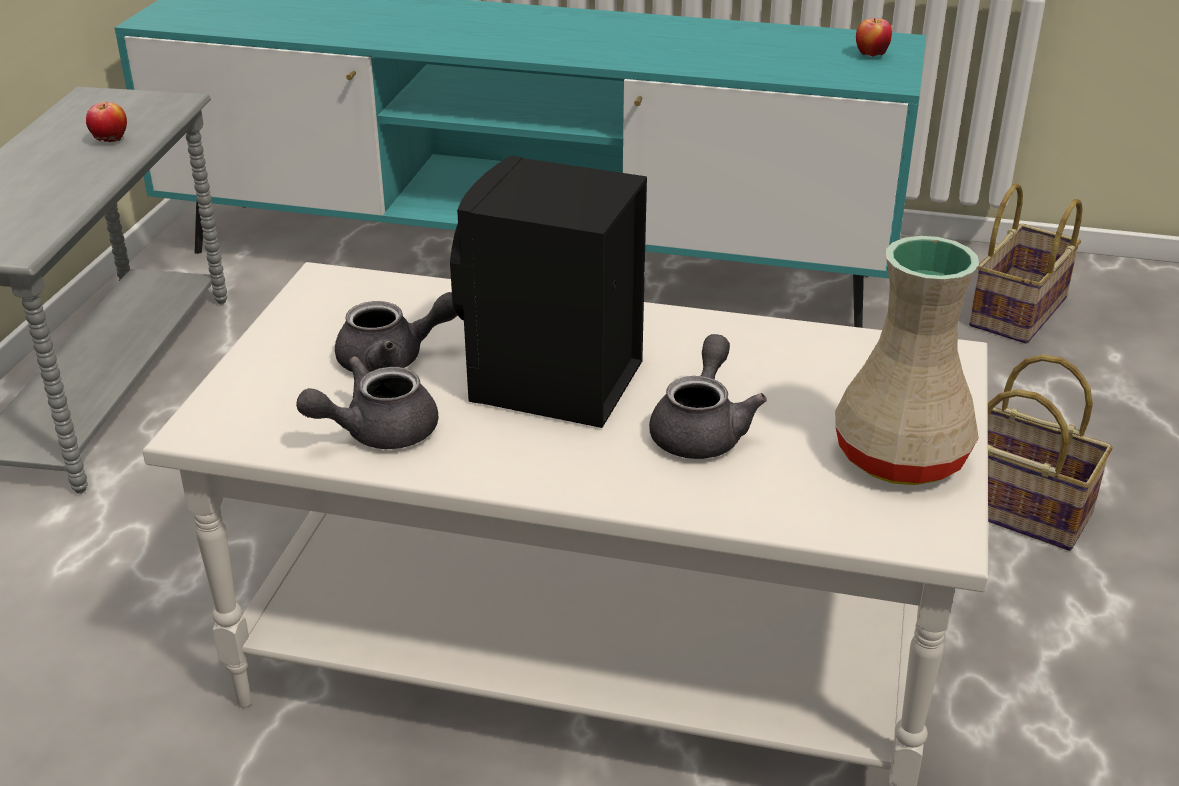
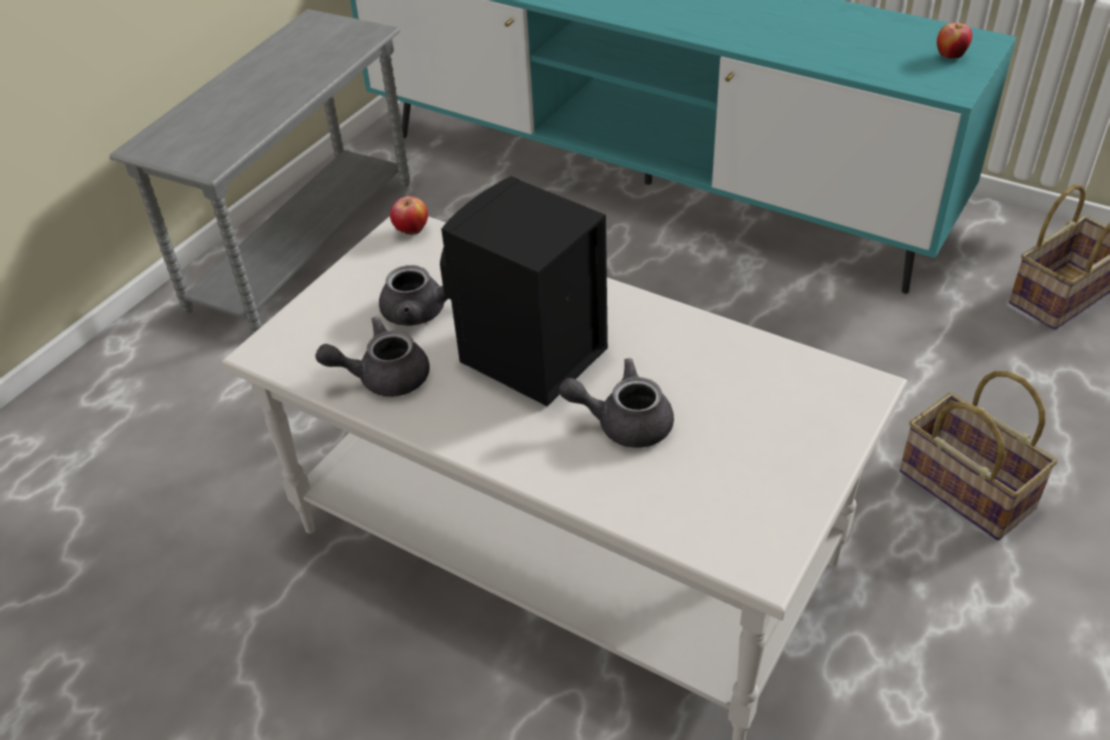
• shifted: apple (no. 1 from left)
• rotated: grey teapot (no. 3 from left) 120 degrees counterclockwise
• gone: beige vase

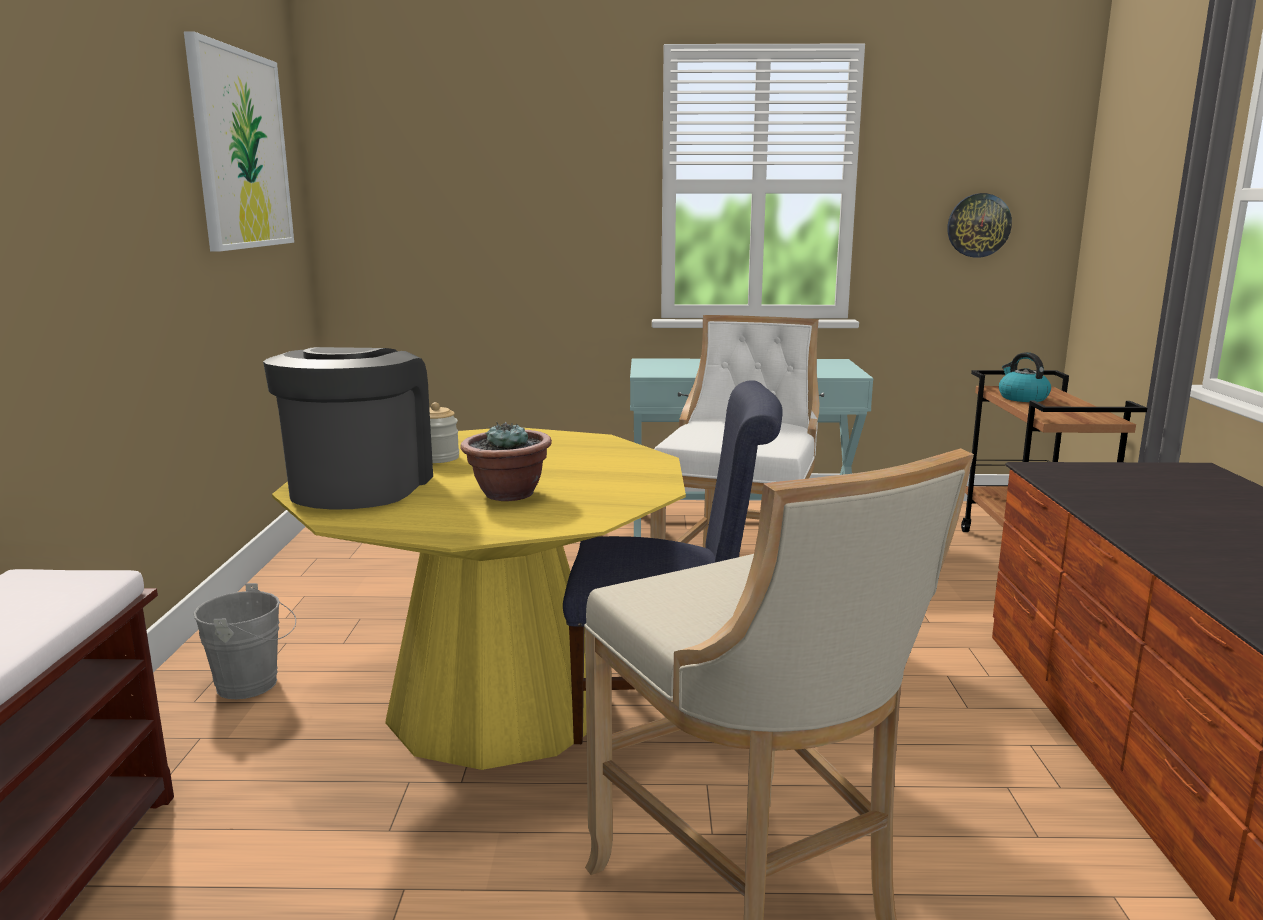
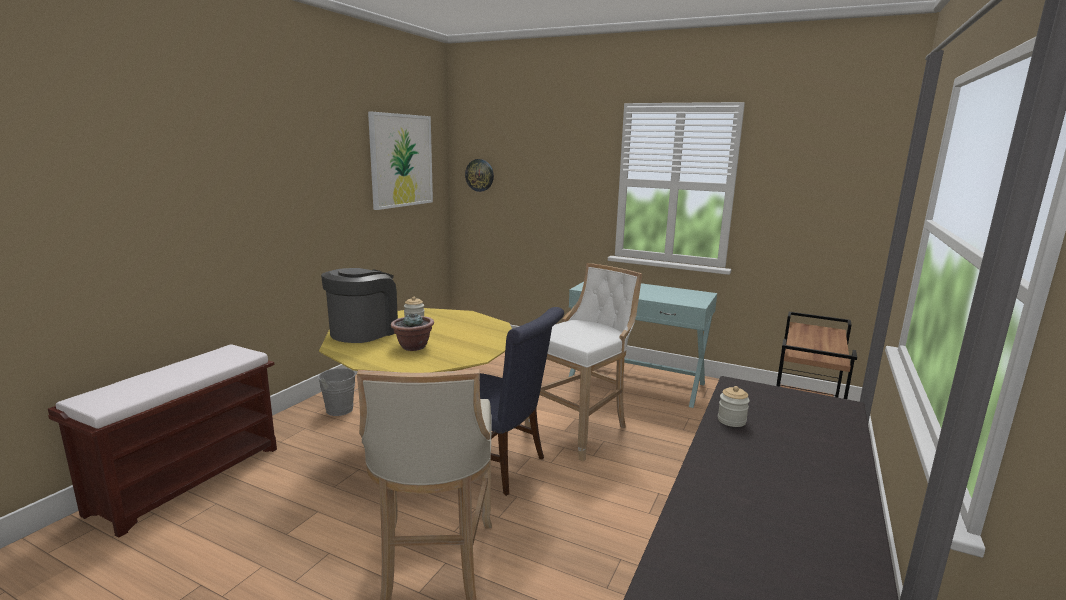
• shifted: wall clock
• new: jar (no. 2 from left)
• gone: kettle

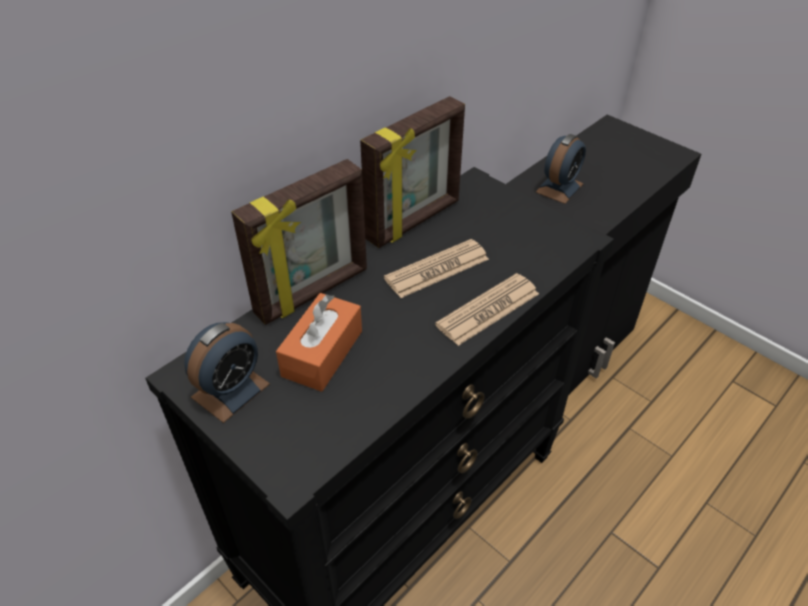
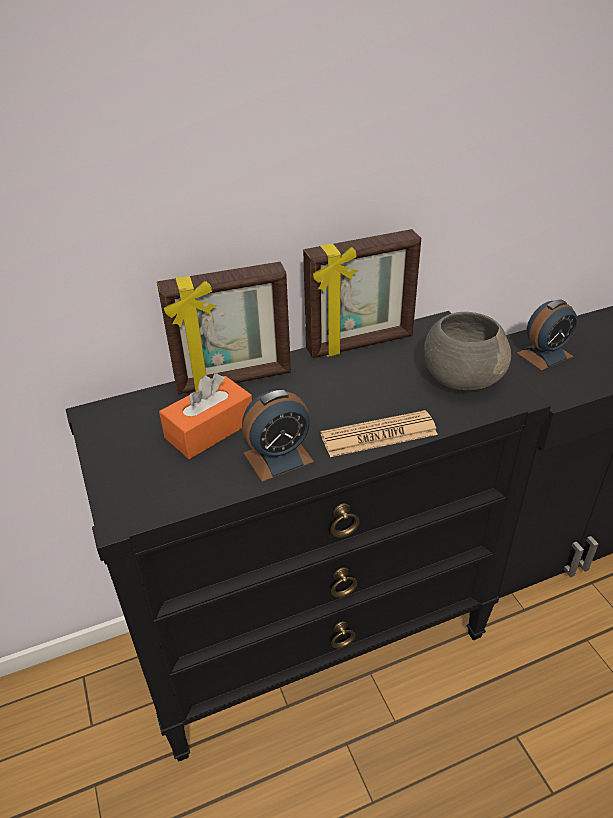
• shifted: alarm clock (no. 1 from left)
• new: grey bowl
• gone: newspaper (no. 1 from left)

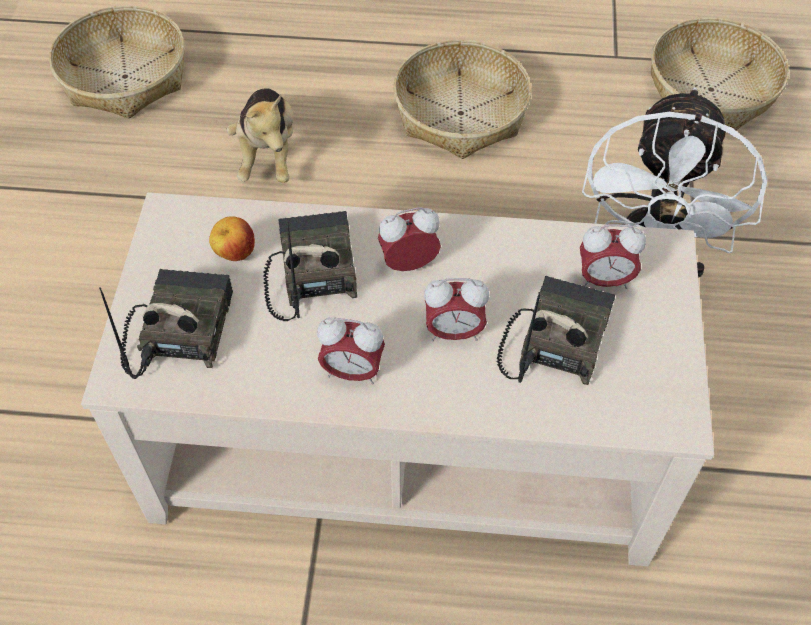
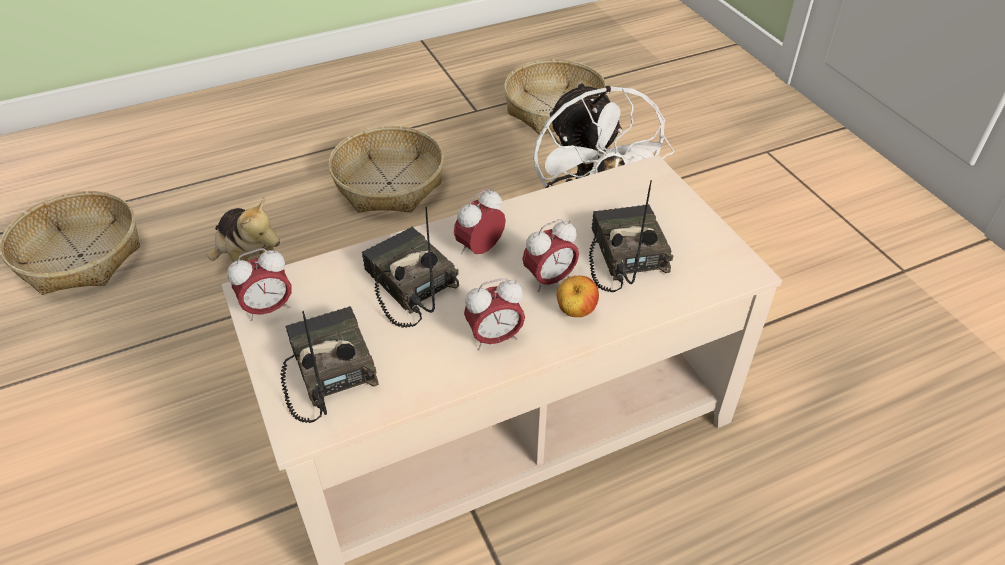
• shifted: alarm clock (no. 4 from left in the first image) to alarm clock (no. 1 from left)
• shifted: apple

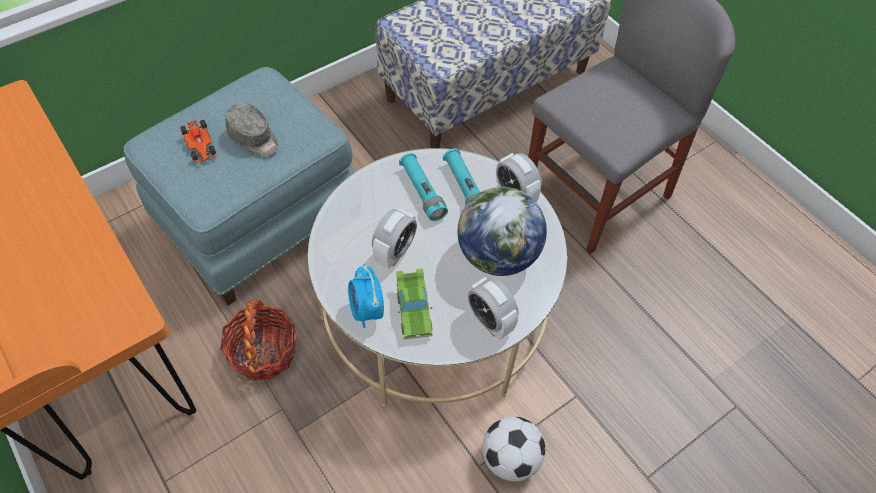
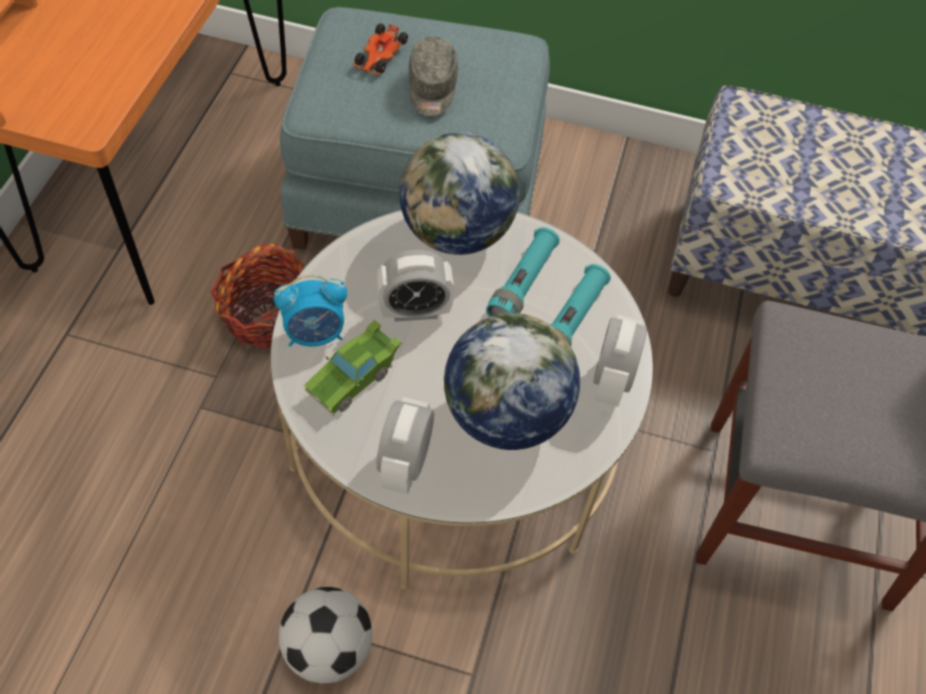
• rotated: alarm clock (no. 1 from left) 135 degrees counterclockwise
• new: globe (no. 1 from left)

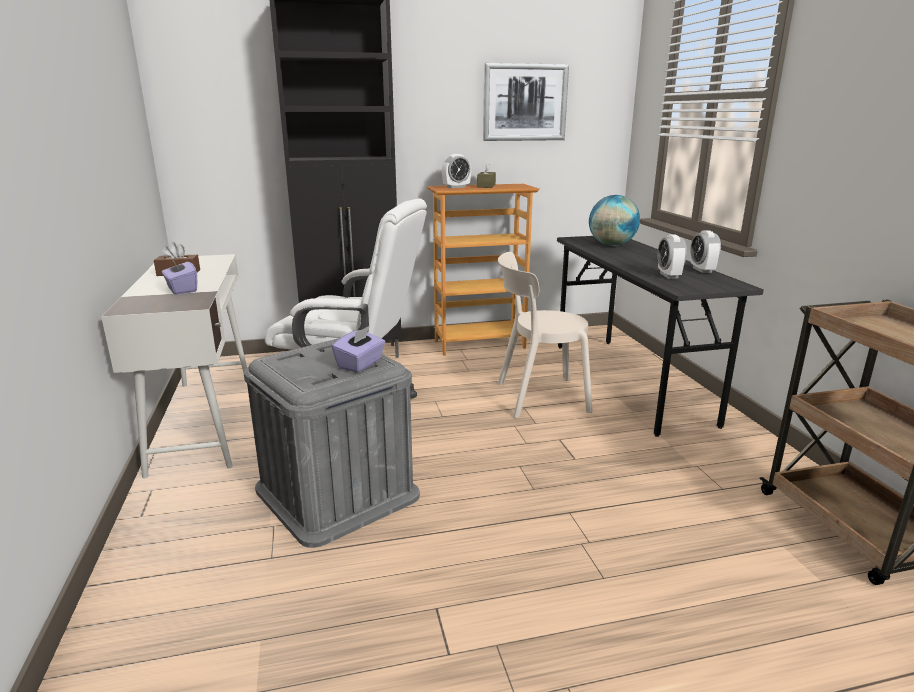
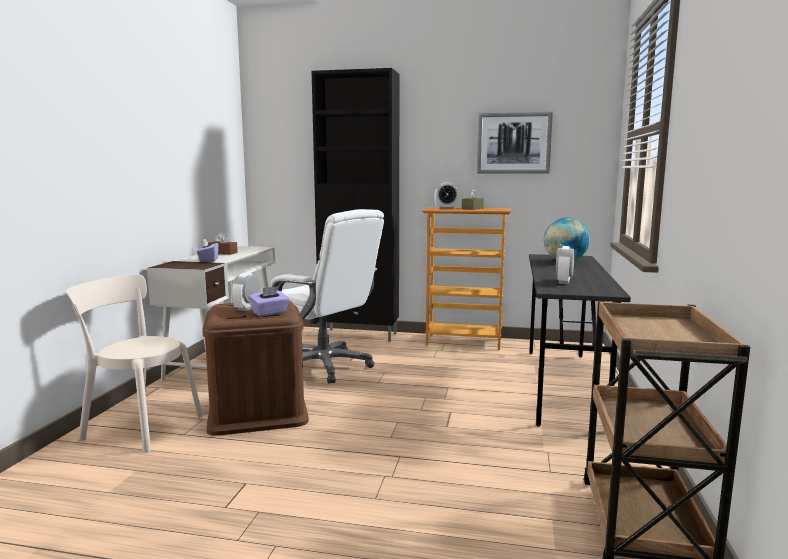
• shifted: beige chair
• repainted: grey storage box to brown storage box
• shifted: alarm clock (no. 3 from left in the first image) to alarm clock (no. 1 from left)

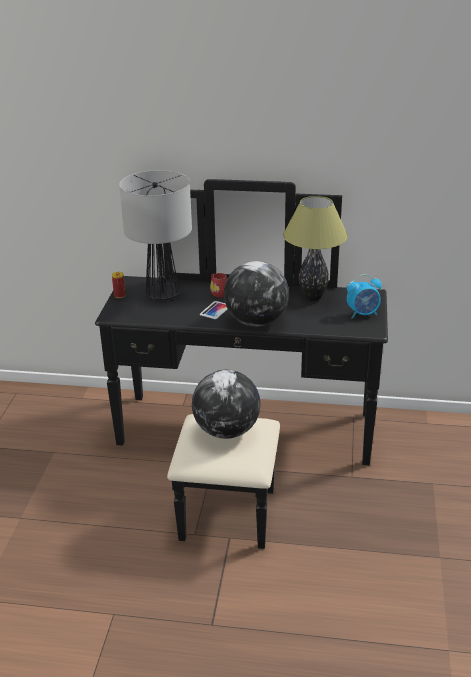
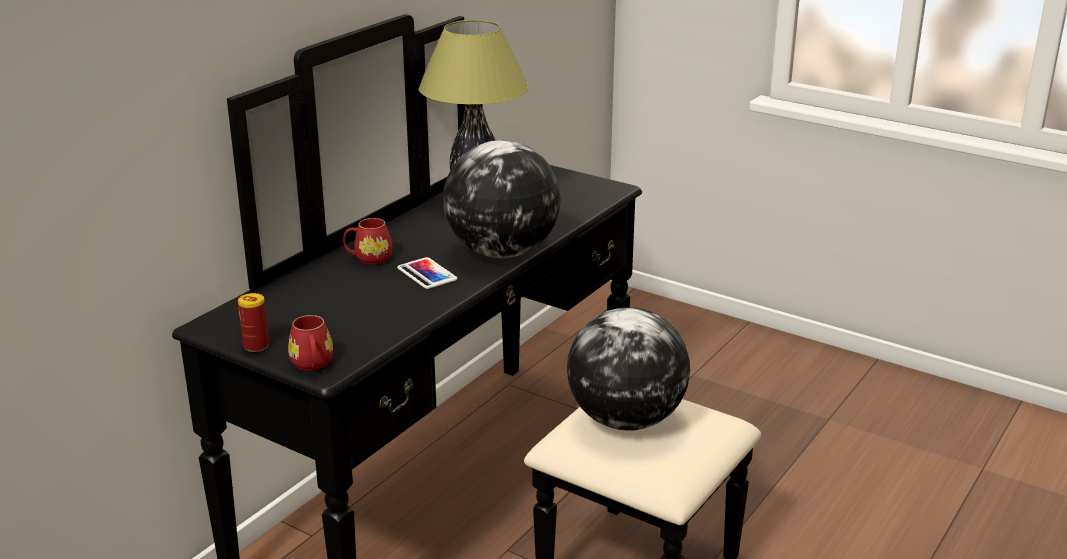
• new: red mug (no. 1 from left)
• gone: table lamp (no. 1 from left)
• gone: alarm clock

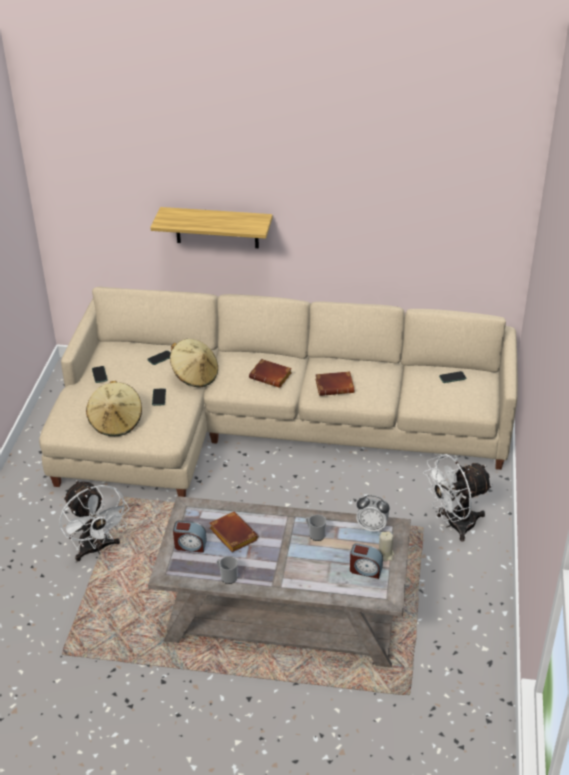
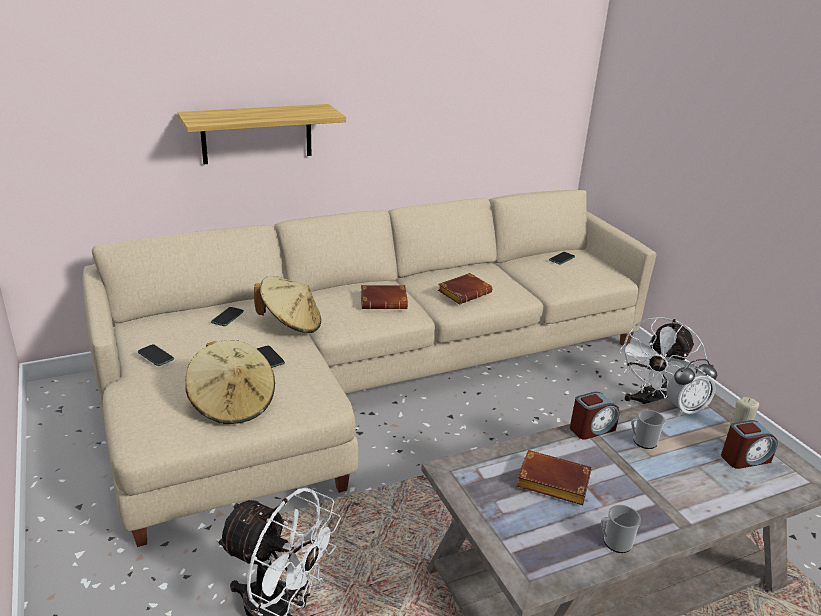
• shifted: alarm clock (no. 1 from left)

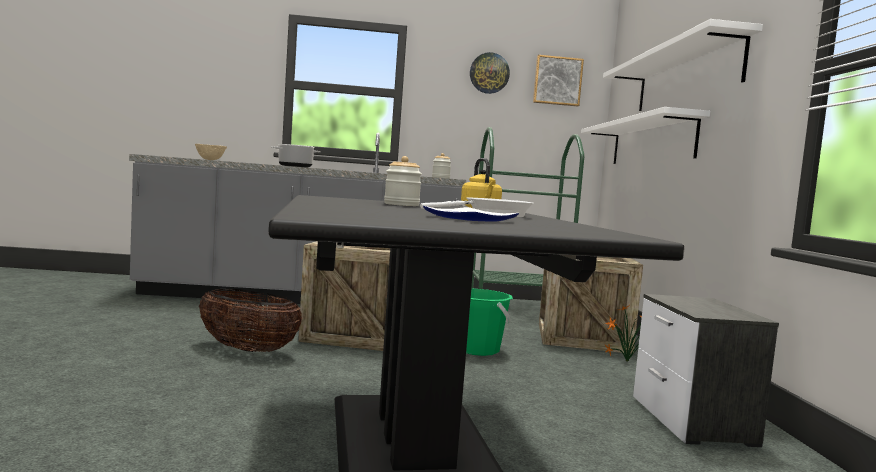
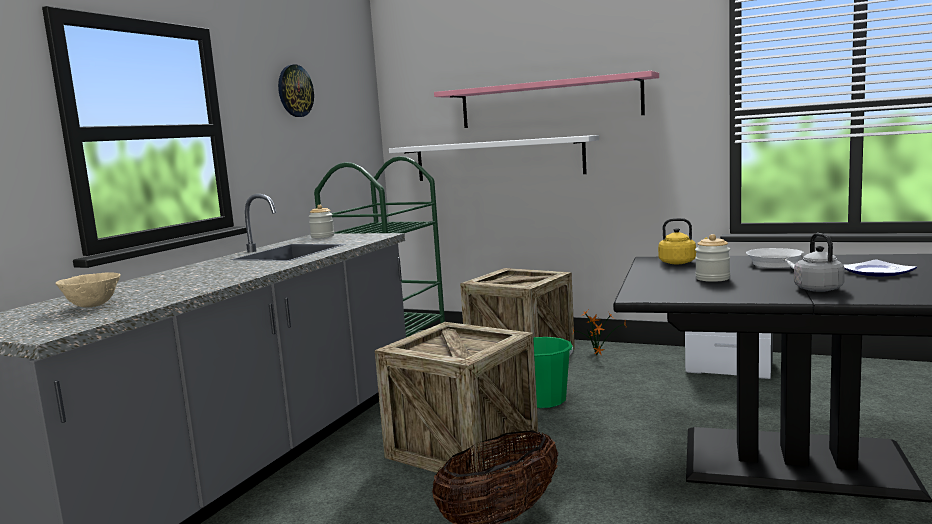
• repainted: white shelf (no. 2 from left) to pink shelf
• new: grey kettle
• gone: cooking pot
• gone: picture

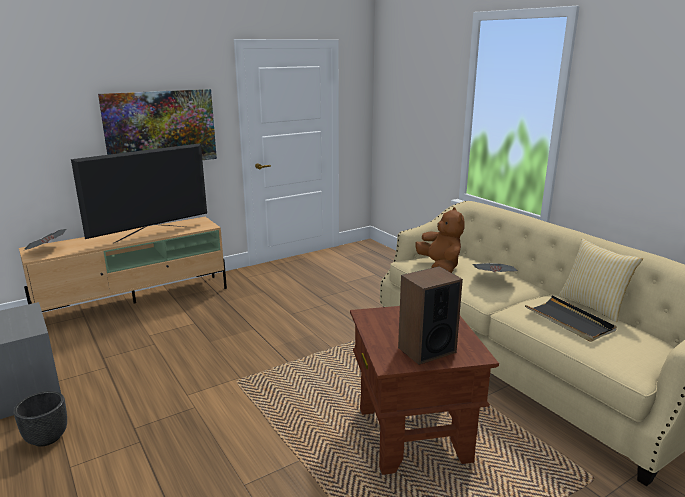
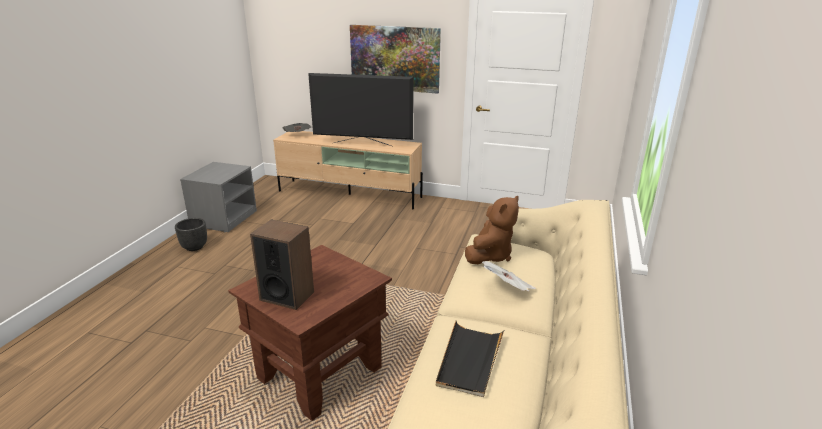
• gone: pillow

